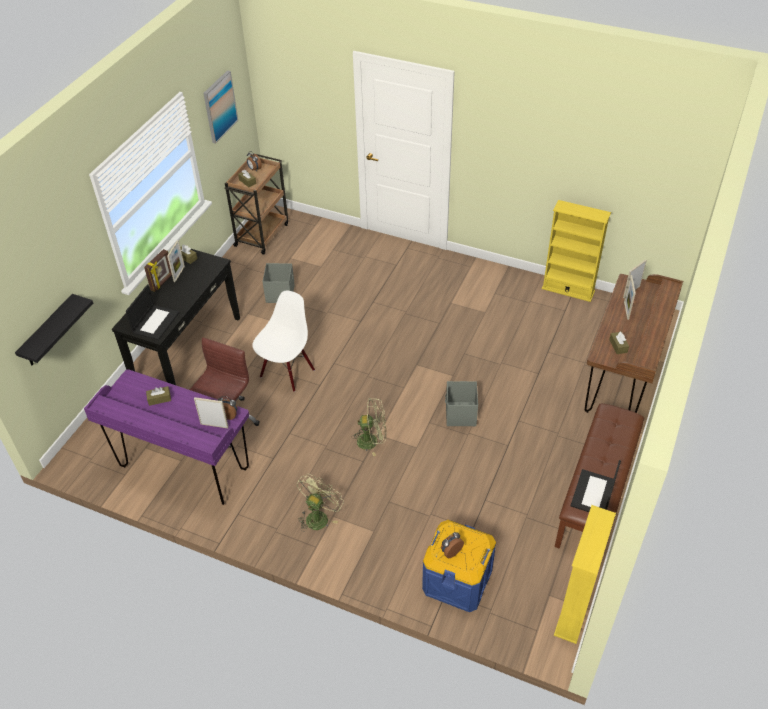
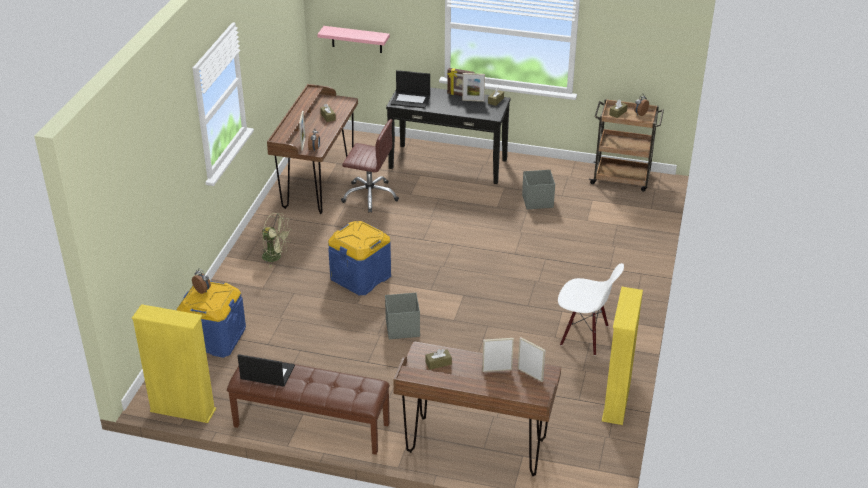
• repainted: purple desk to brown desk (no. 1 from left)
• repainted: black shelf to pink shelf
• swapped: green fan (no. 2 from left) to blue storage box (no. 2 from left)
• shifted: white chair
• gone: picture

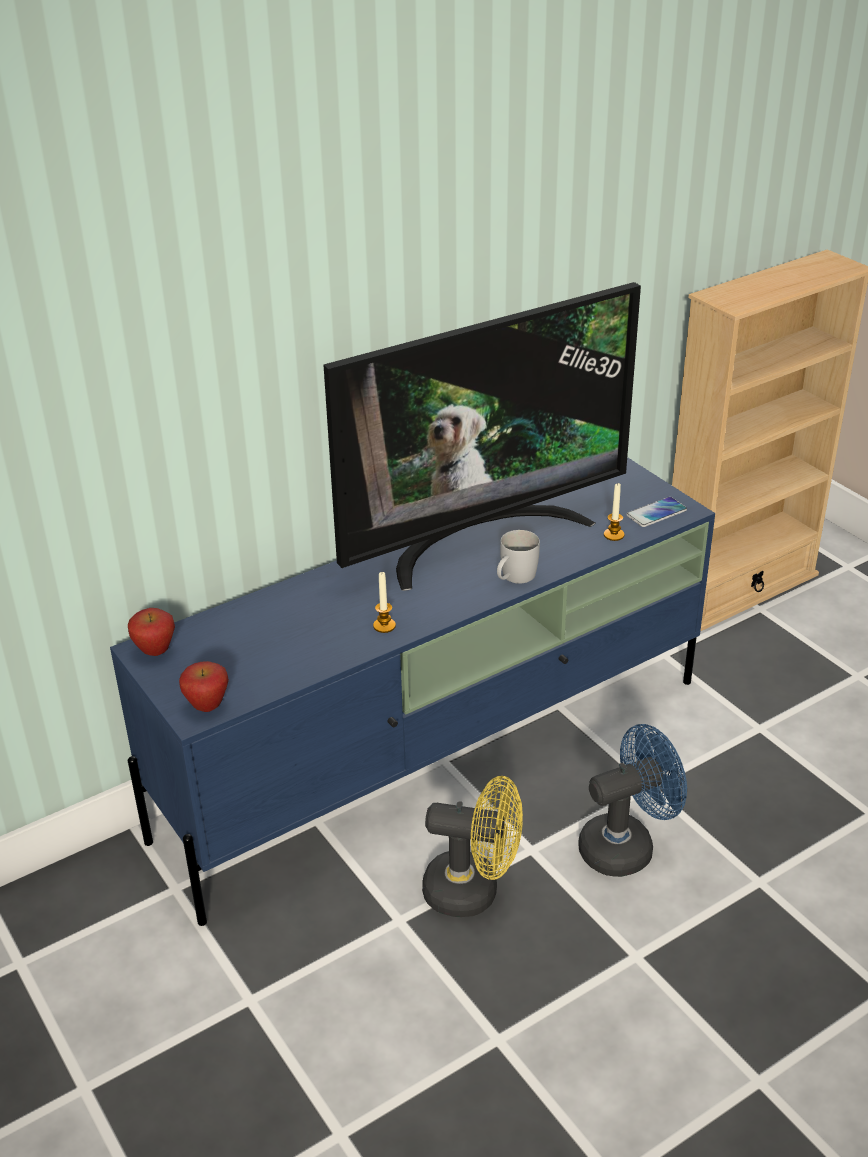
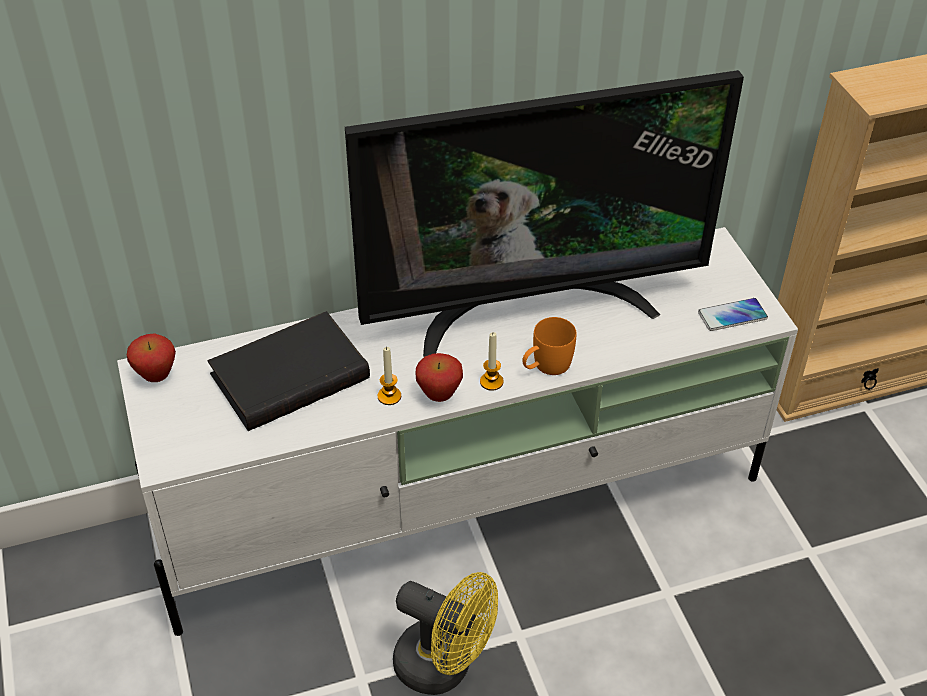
• repainted: blue tv stand to white tv stand
• new: black book
• shifted: apple (no. 2 from left)
• shifted: candle (no. 2 from left)
• repainted: white mug to orange mug
• gone: blue fan

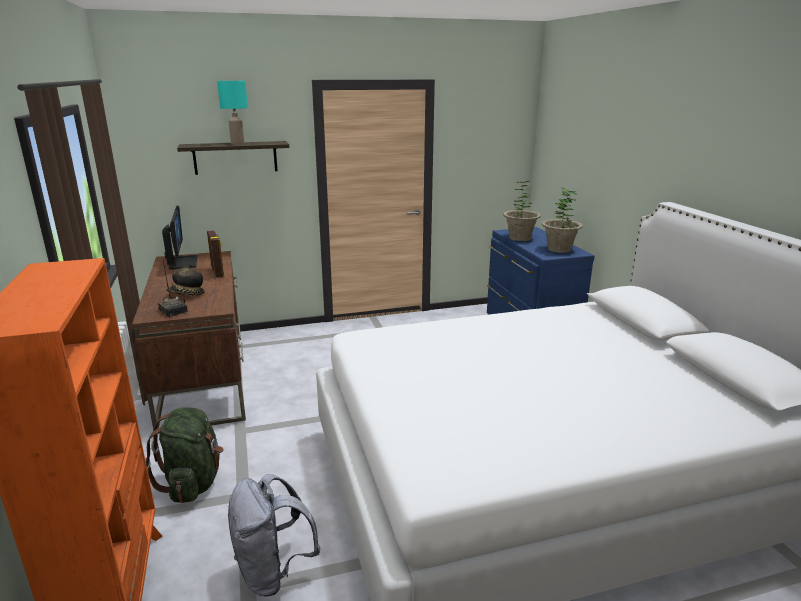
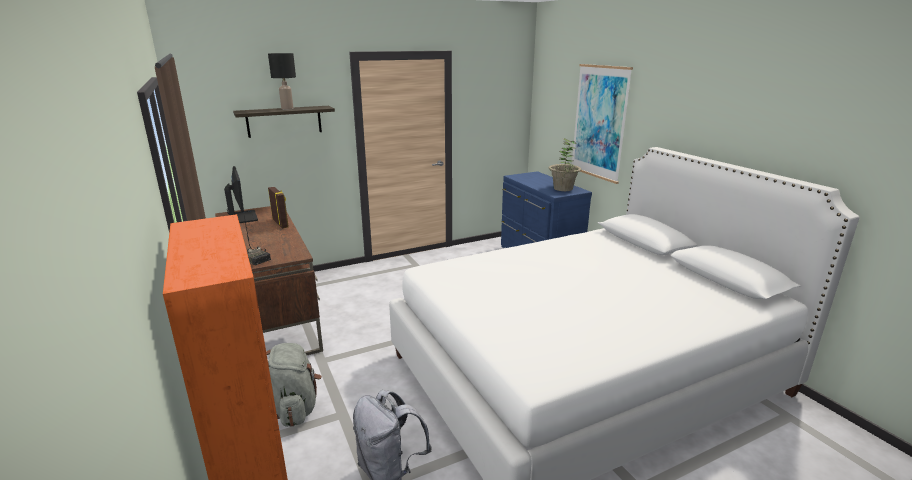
• repainted: green backpack to grey backpack (no. 1 from left)
• repainted: turquoise table lamp to black table lamp
• new: picture
• gone: hat
• gone: potted plant (no. 1 from left)

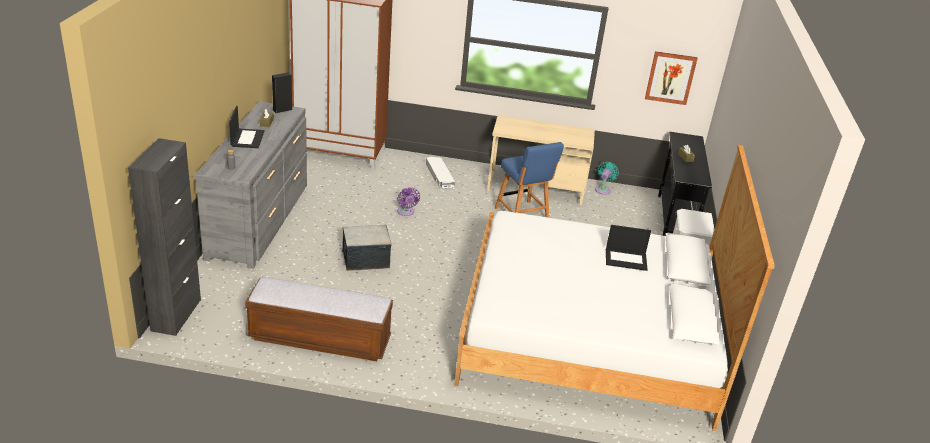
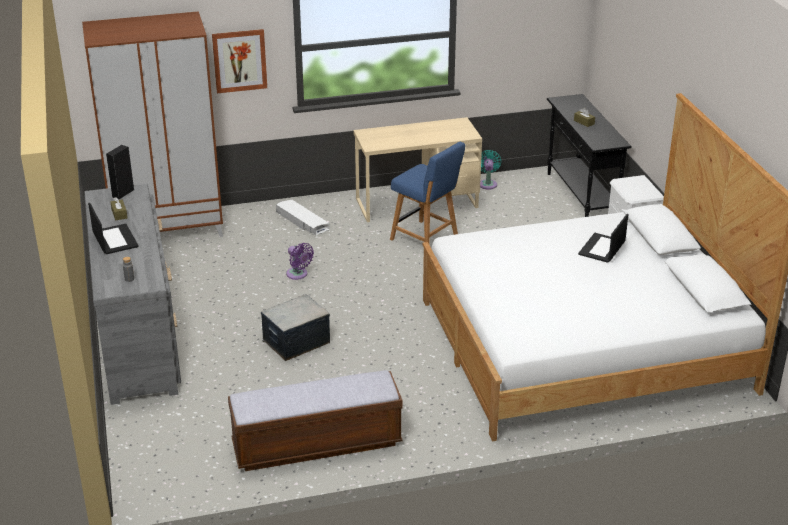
• shifted: picture
• rotated: laptop (no. 2 from left) 135 degrees clockwise
• gone: black cabinet

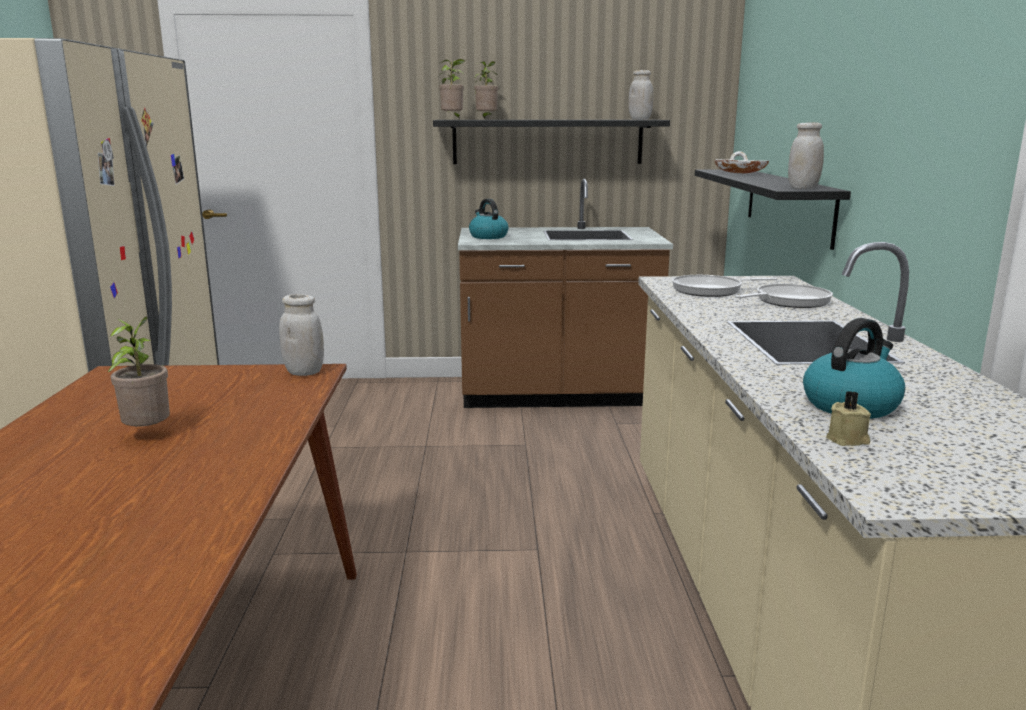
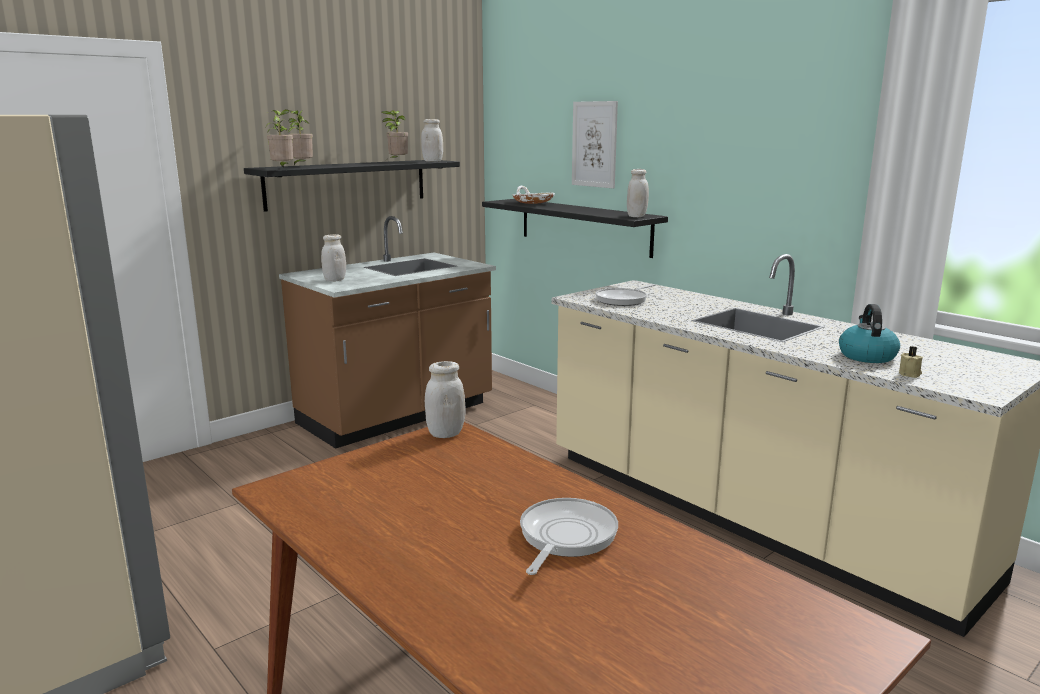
• swapped: kettle (no. 1 from left) to white jar (no. 1 from left)
• shifted: potted plant (no. 1 from left in the first image) to potted plant (no. 3 from left)
• shifted: frying pan (no. 2 from left in the first image) to frying pan (no. 1 from left)
• new: picture

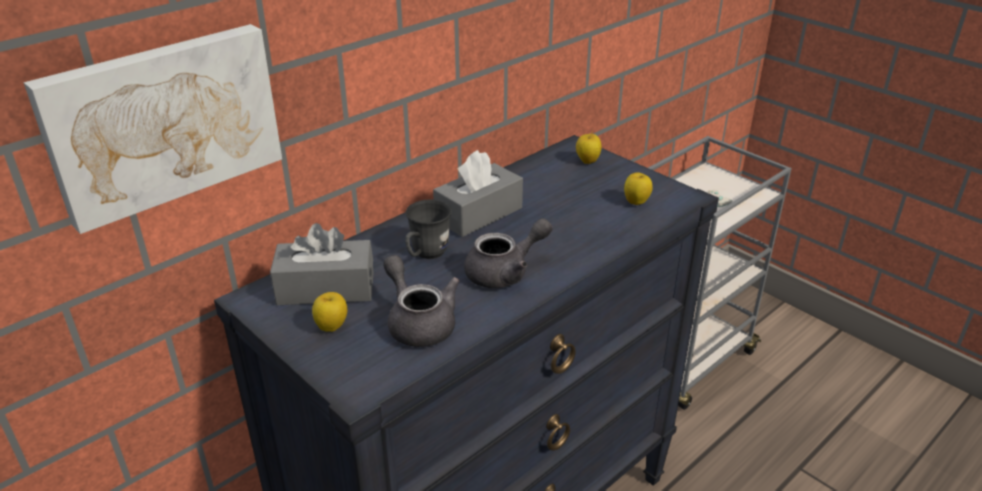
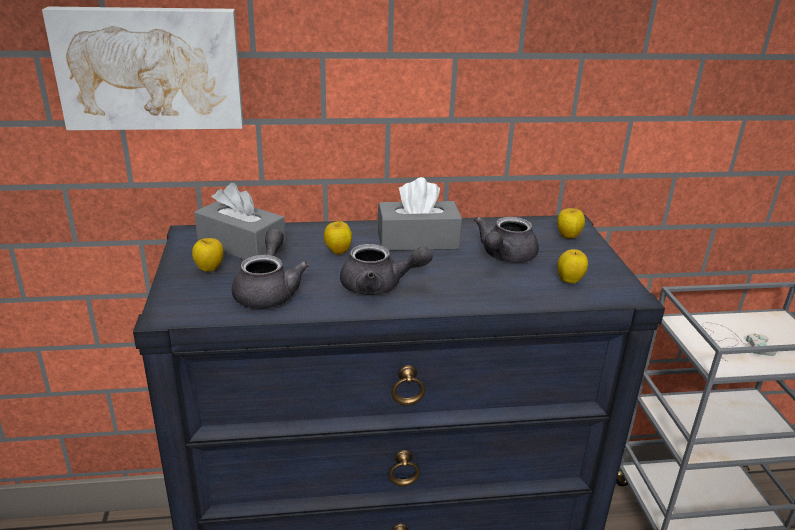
• swapped: grey mug to apple (no. 2 from left)
• new: grey teapot (no. 3 from left)

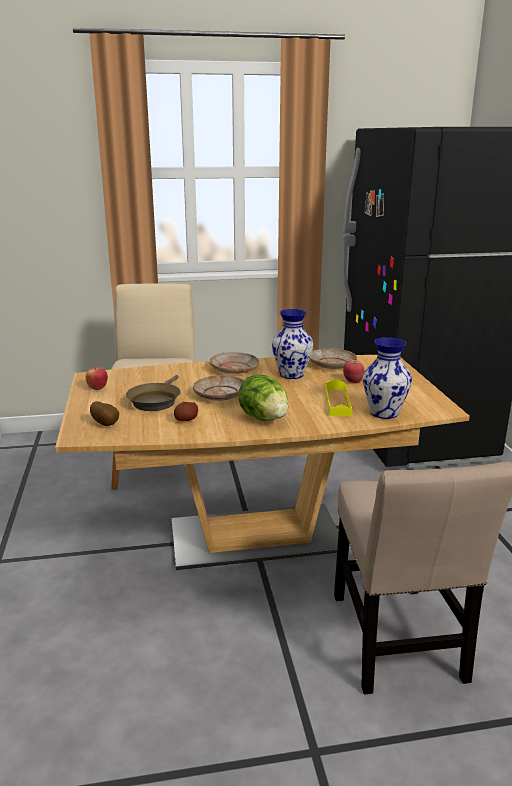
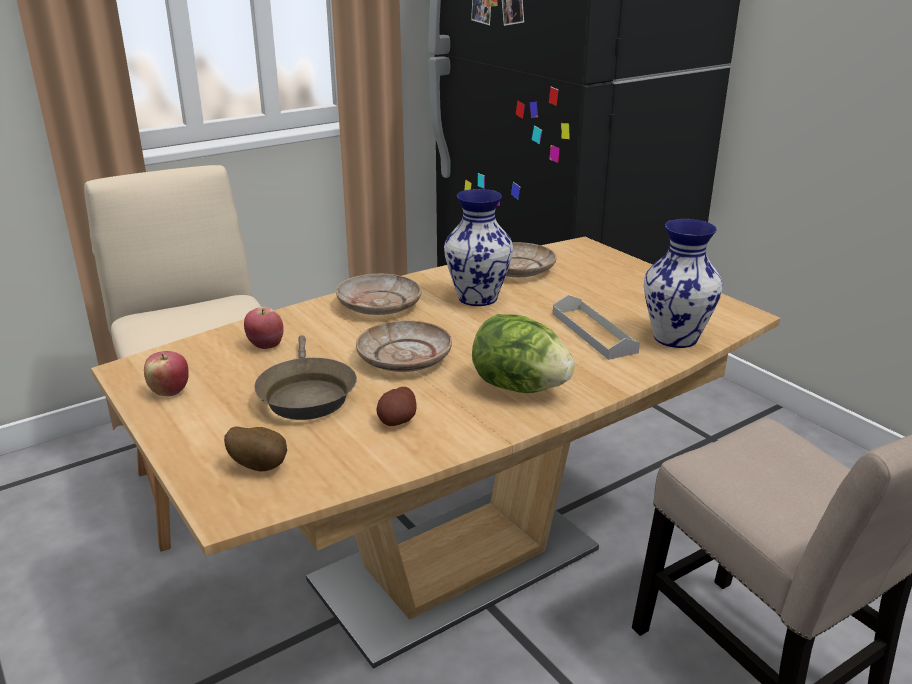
• shifted: apple (no. 2 from left)
• repainted: yellow tray to grey tray

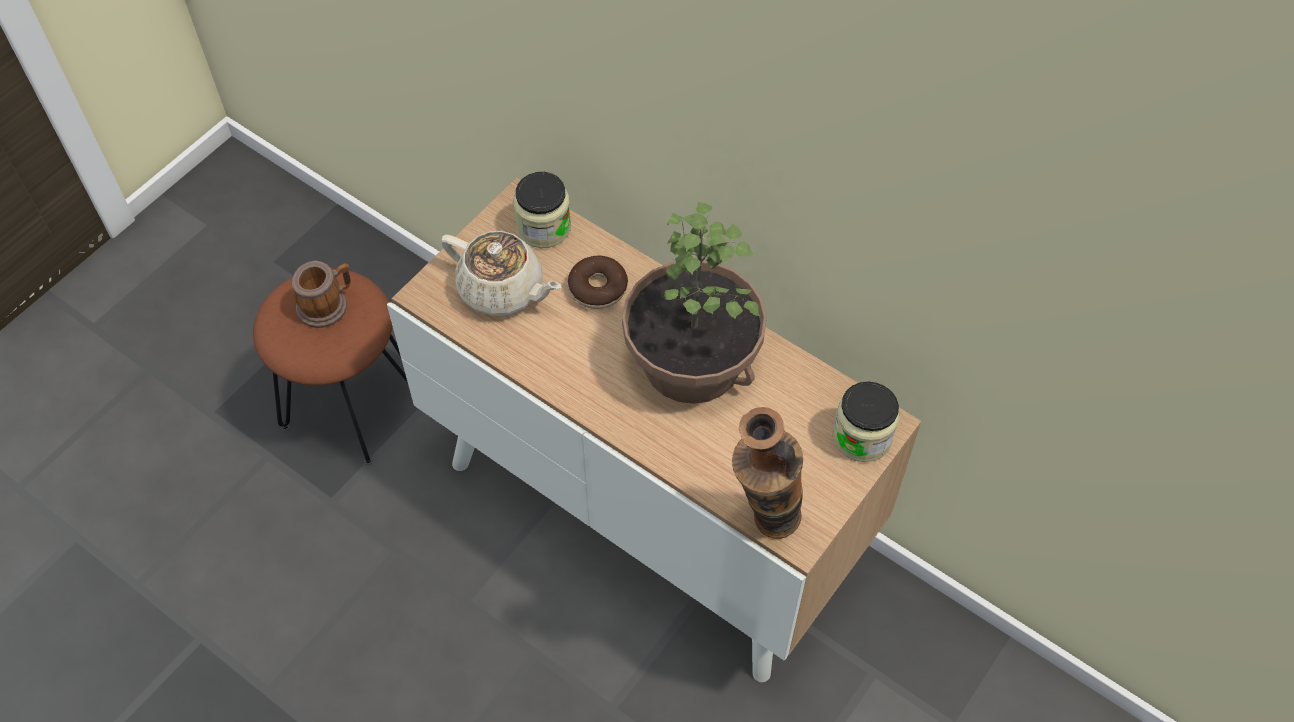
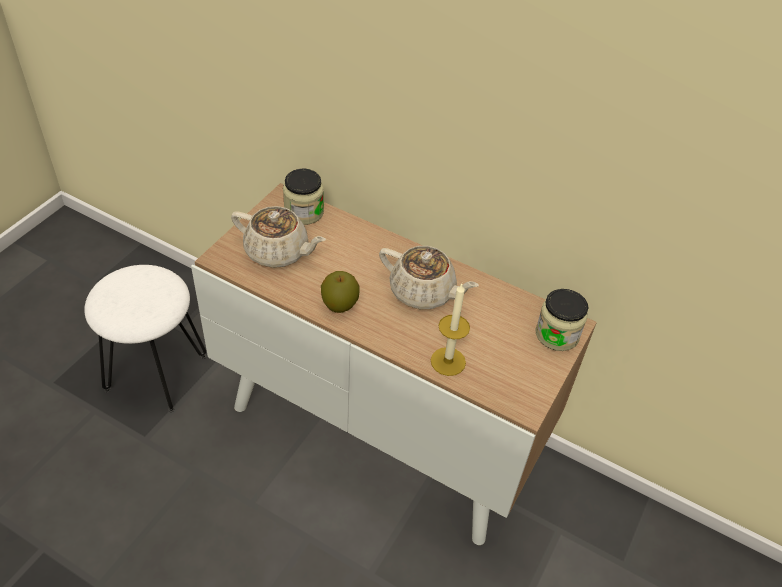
• repainted: brown stool to white stool
• new: apple
• swapped: potted plant to beige teapot (no. 2 from left)
• new: candle
• gone: mug
• gone: donut
• gone: vase

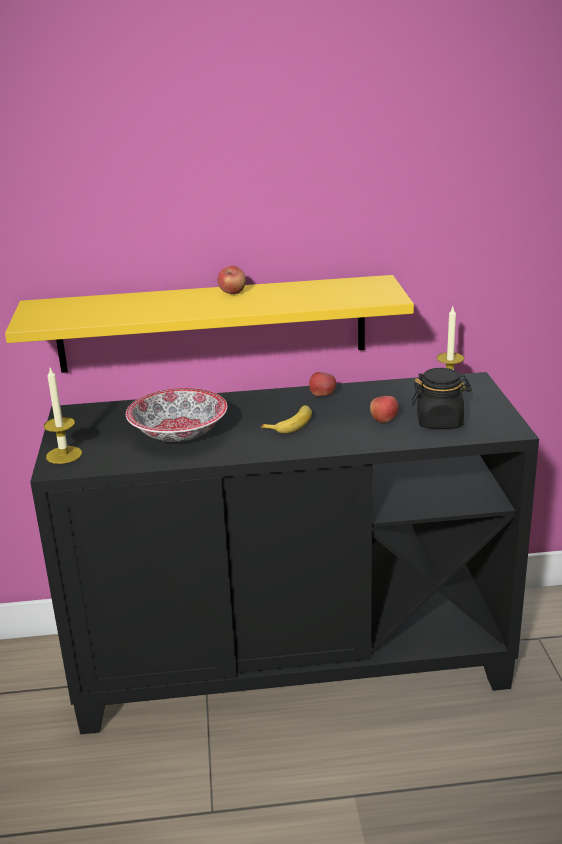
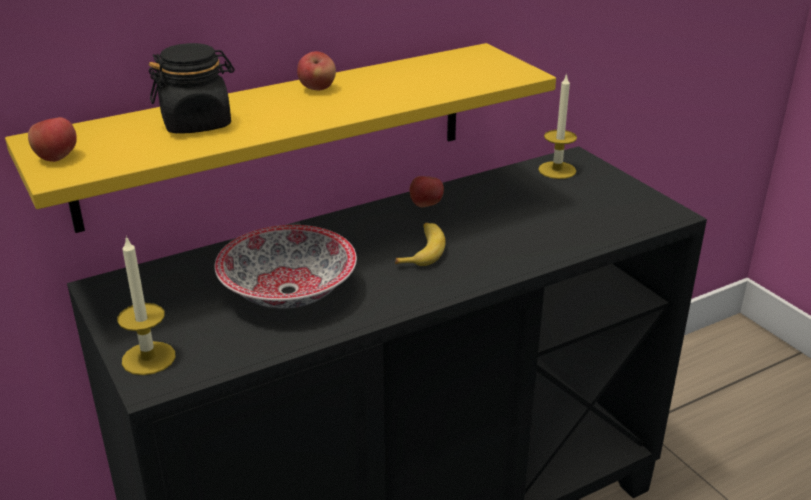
• shifted: apple (no. 3 from left in the first image) to apple (no. 1 from left)
• shifted: black jar

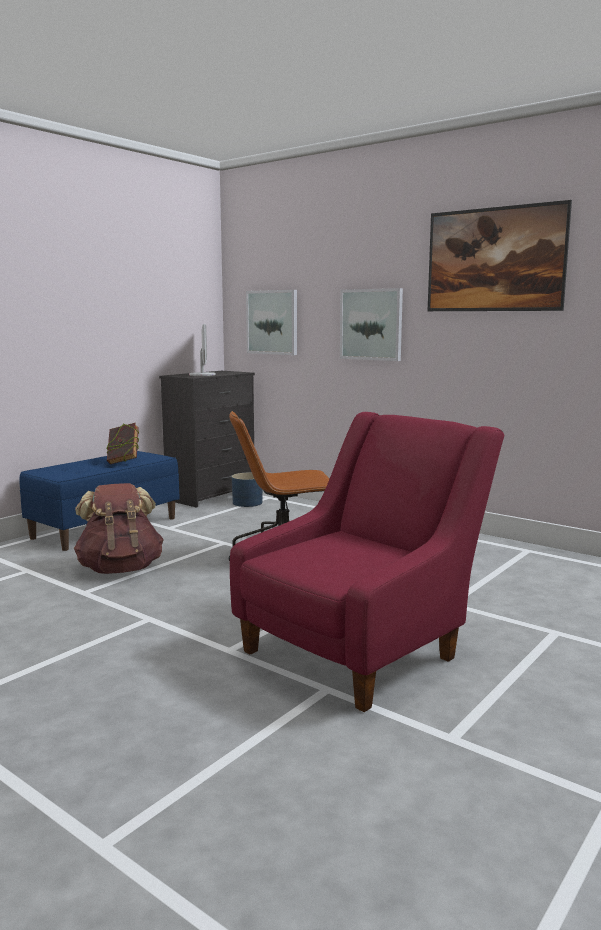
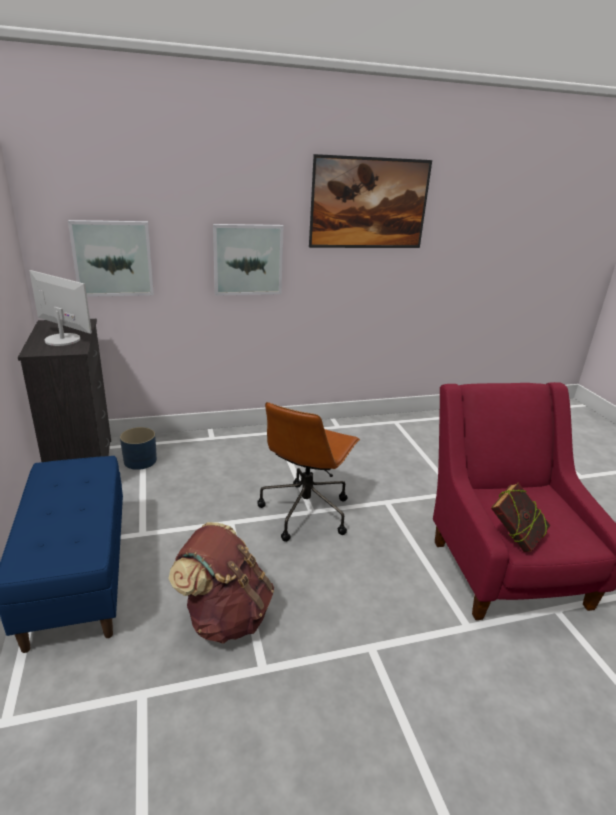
• shifted: book

